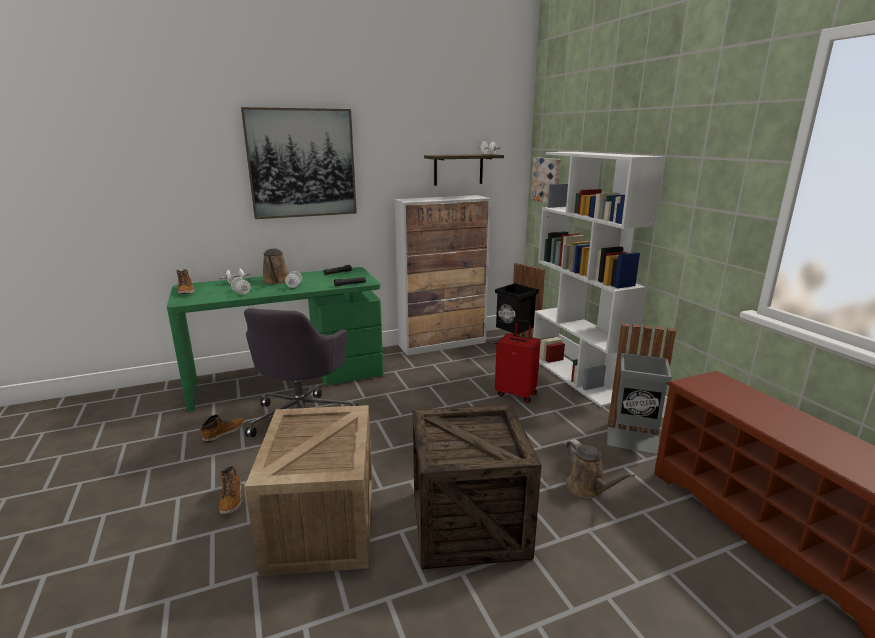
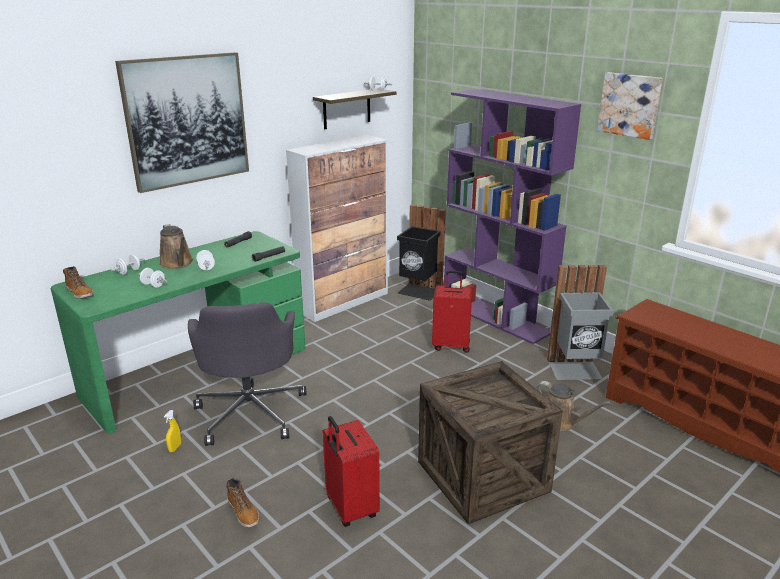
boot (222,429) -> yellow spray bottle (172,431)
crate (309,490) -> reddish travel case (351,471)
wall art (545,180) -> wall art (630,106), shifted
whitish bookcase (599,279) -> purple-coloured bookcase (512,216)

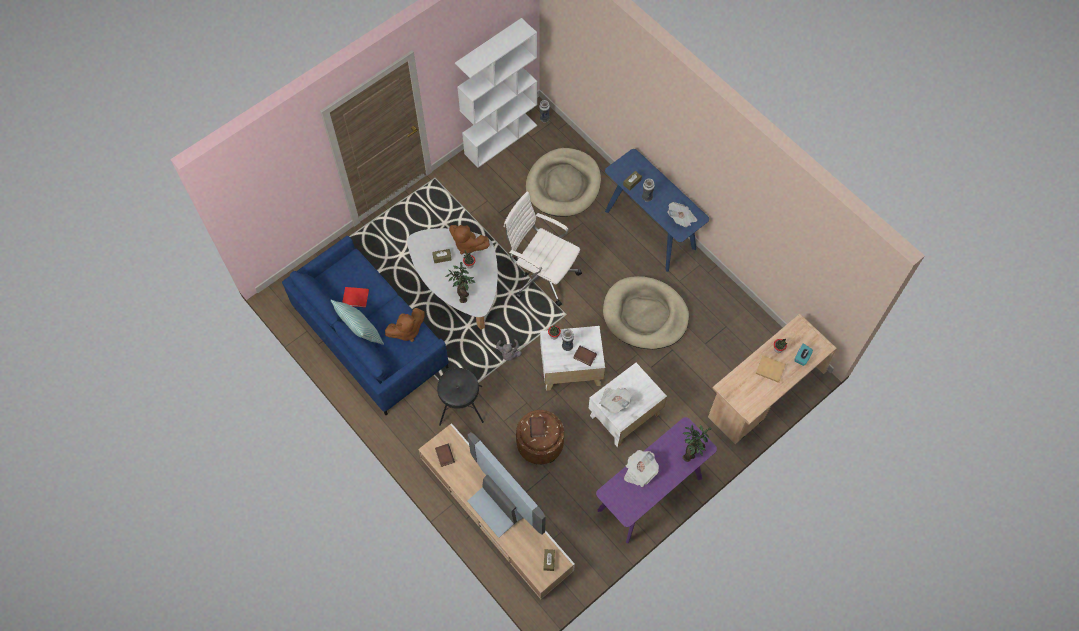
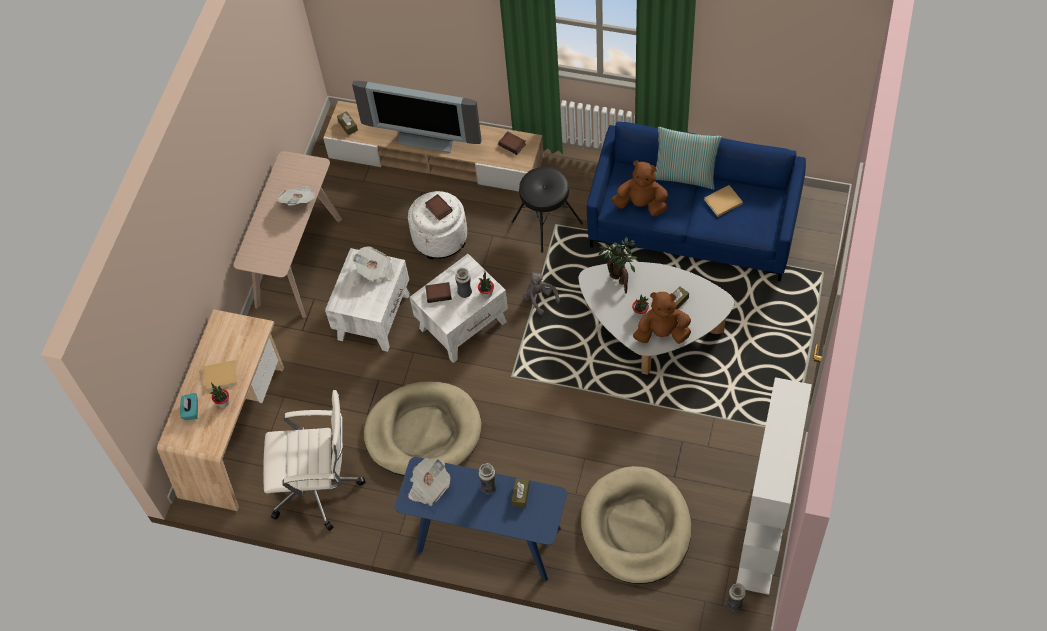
reddish volume (355,297) -> beige-coloured volume (723,201)
brownish plush toy (405,325) -> brownish plush toy (639,188), 75 degrees clockwise
whitish desk chair (543,249) -> whitish desk chair (314,460), shifted
brownish pouffe (540,437) -> whitish pouffe (437,225)
purple-coloured console table (656,480) -> beige-coloured console table (288,234)
plant in a pot (696,443) -> none

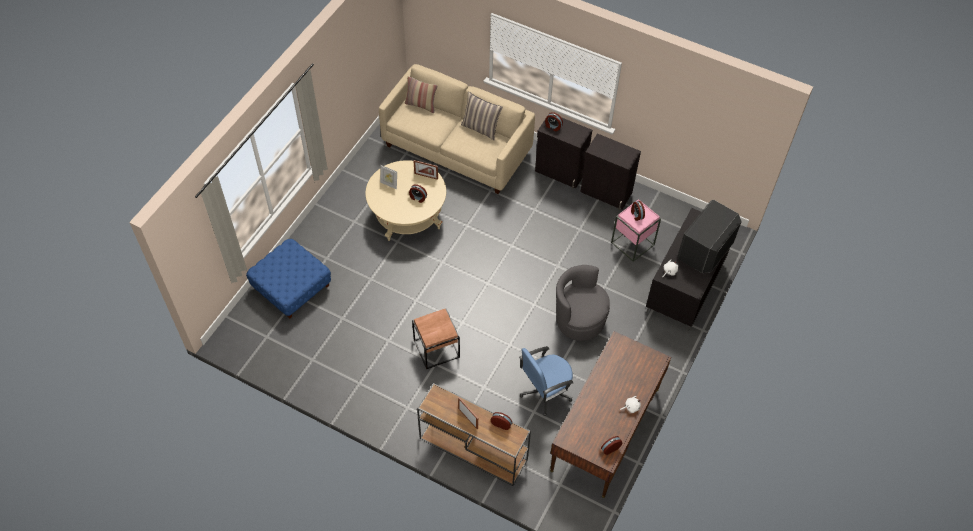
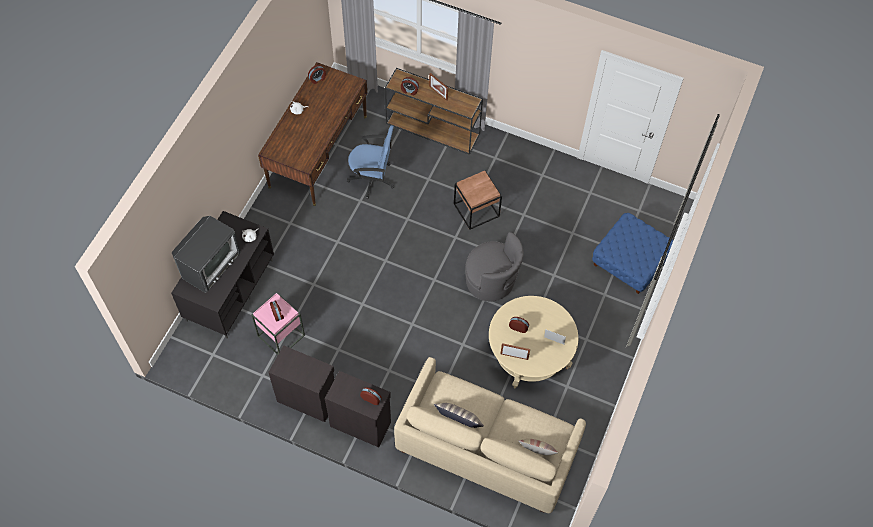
bluish desk chair (546,381) -> bluish desk chair (370,162), 45 degrees clockwise
grey armchair (583,303) -> grey armchair (494,266), shifted

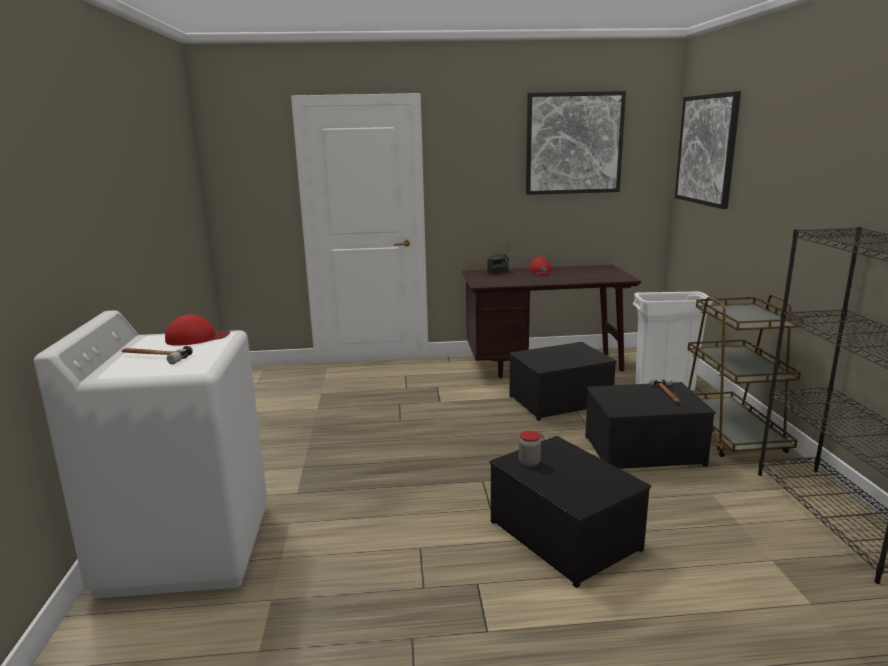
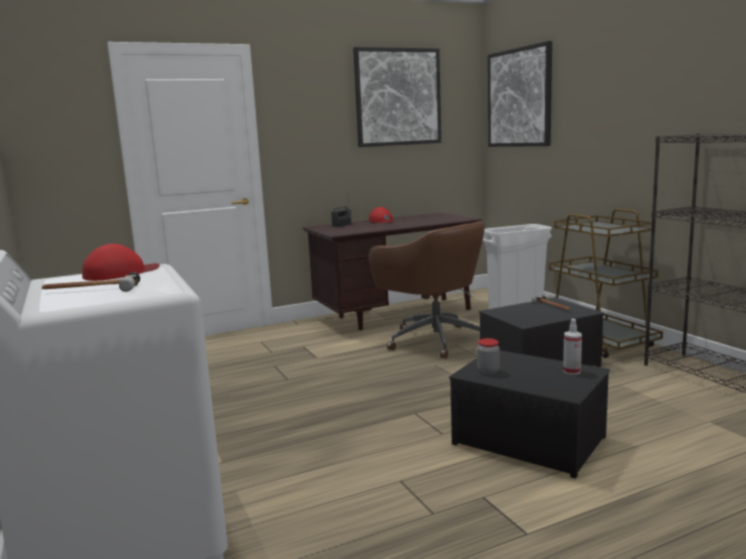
storage container (563,381) -> brownish desk chair (427,290)
none -> spray bottle (572,347)

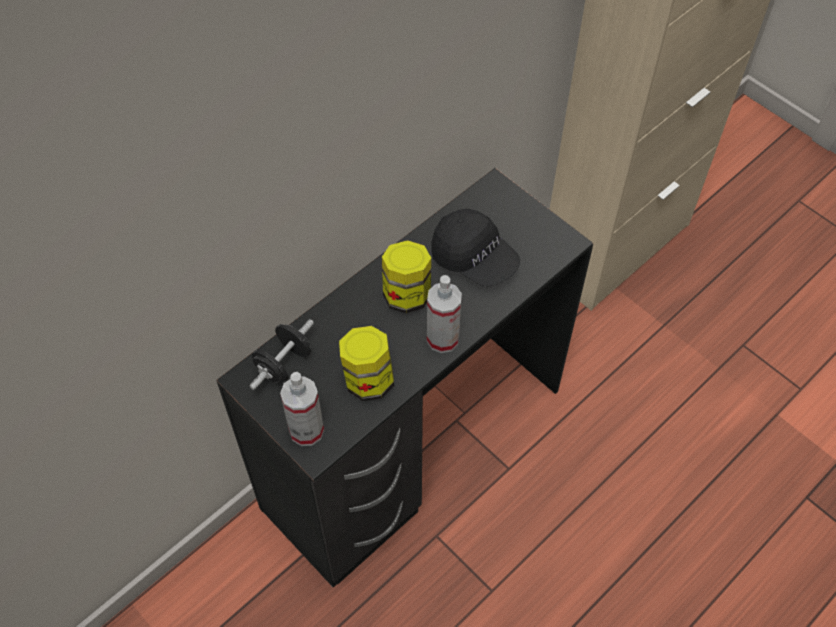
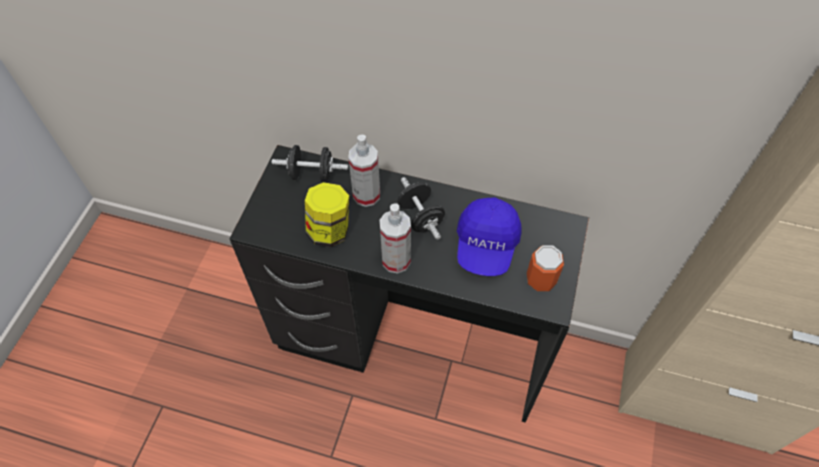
spray bottle (302,409) -> spray bottle (364,171), shifted
jar (406,276) -> black free weight (421,208)
black cap (475,248) -> bluish cap (489,237)
none -> can (545,268)

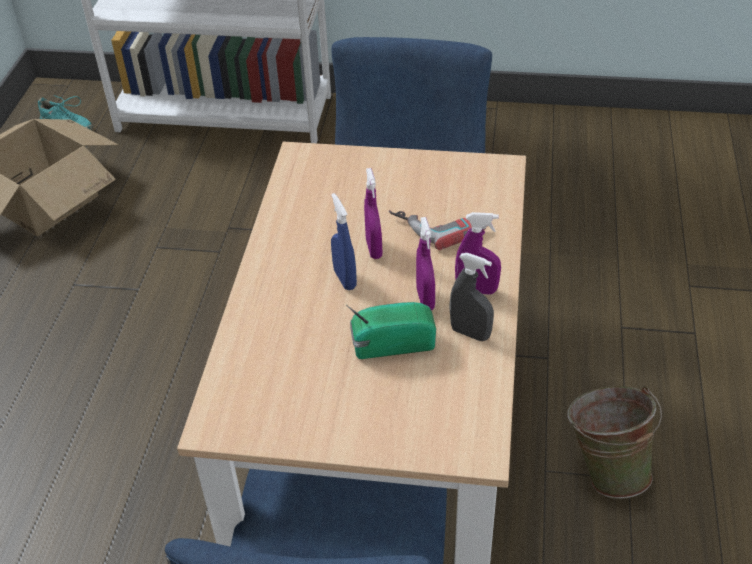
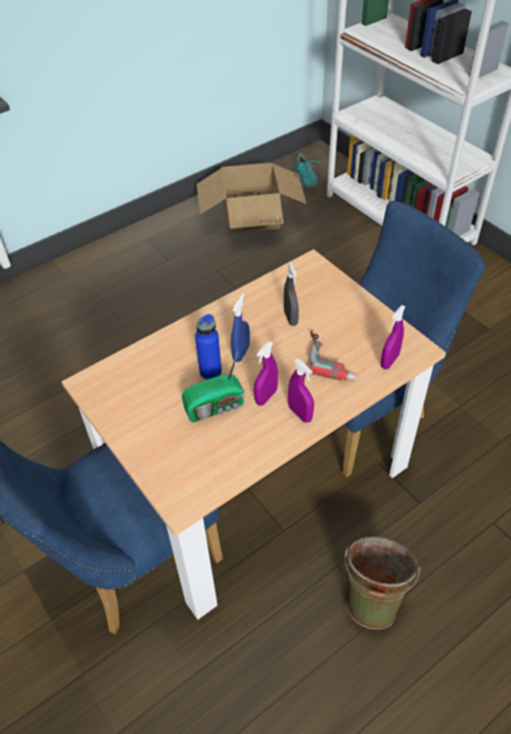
radio set (391,330) -> radio set (213,386), 120 degrees clockwise
purple-coloured spray bottle (373,213) -> purple-coloured spray bottle (393,337), shifted
grey spray bottle (471,297) -> grey spray bottle (291,294), shifted
none -> bluish bottle (208,347)

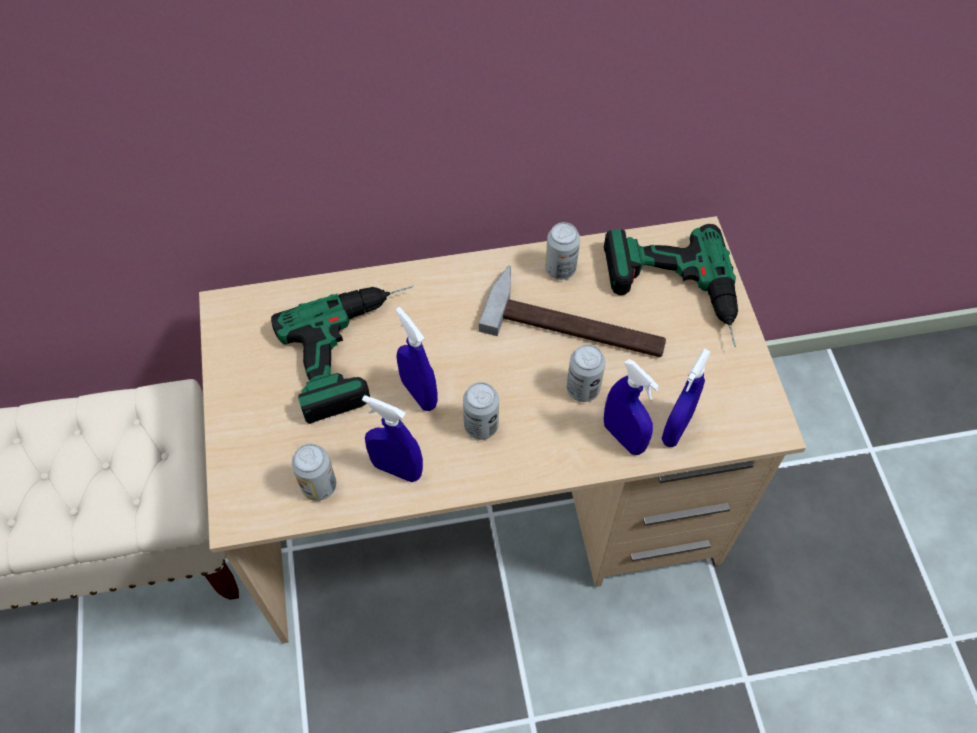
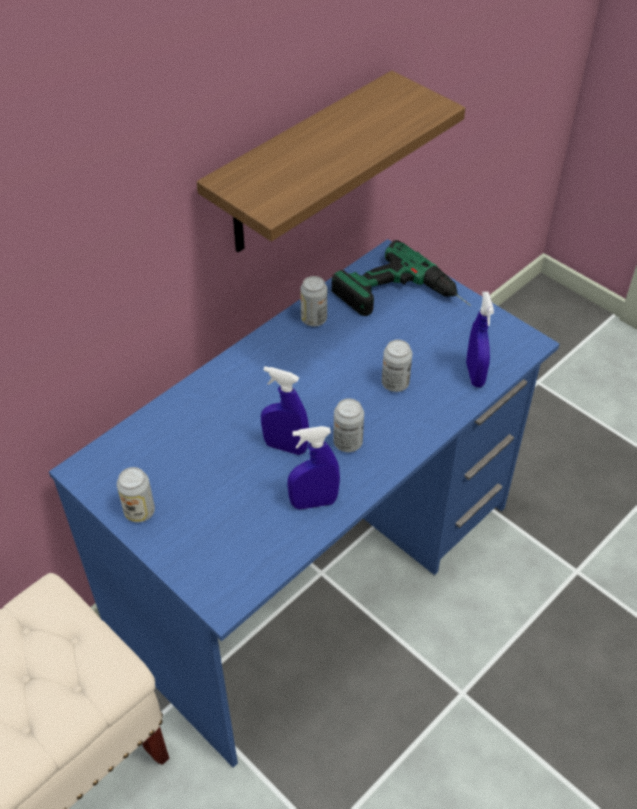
beige-coloured desk unit (502,430) -> bluish desk unit (304,503)
power drill (342,355) -> none
can (314,472) -> can (136,495), shifted
tool hammer (572,311) -> none
bluish spray bottle (632,407) -> none
none -> wall shelf (331,161)

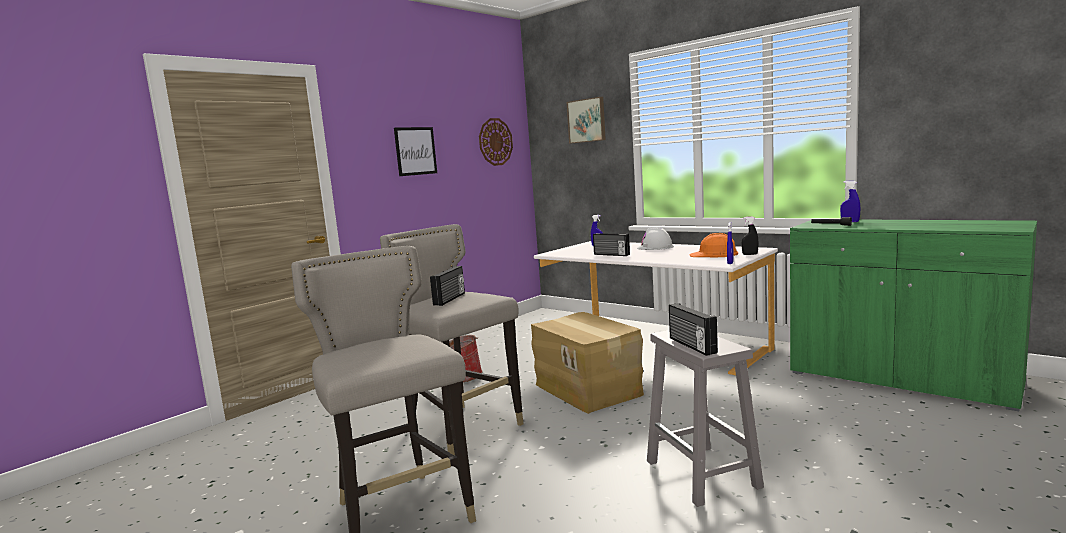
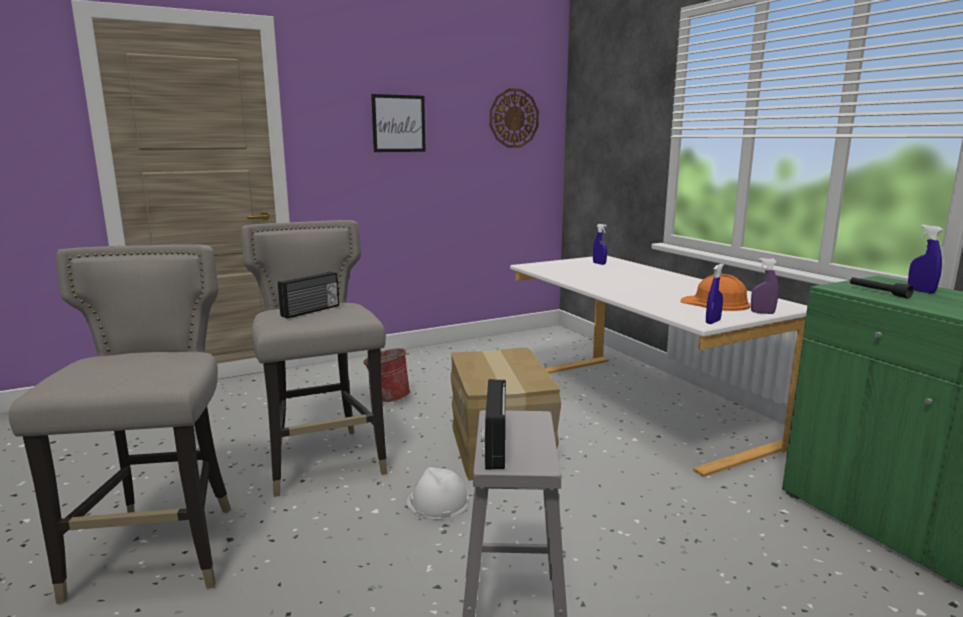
wall art (586,120) -> none
radio set (611,244) -> none
whitish hard hat (655,238) -> whitish hard hat (437,493), shifted
black spray bottle (750,236) -> purple-coloured spray bottle (765,286)

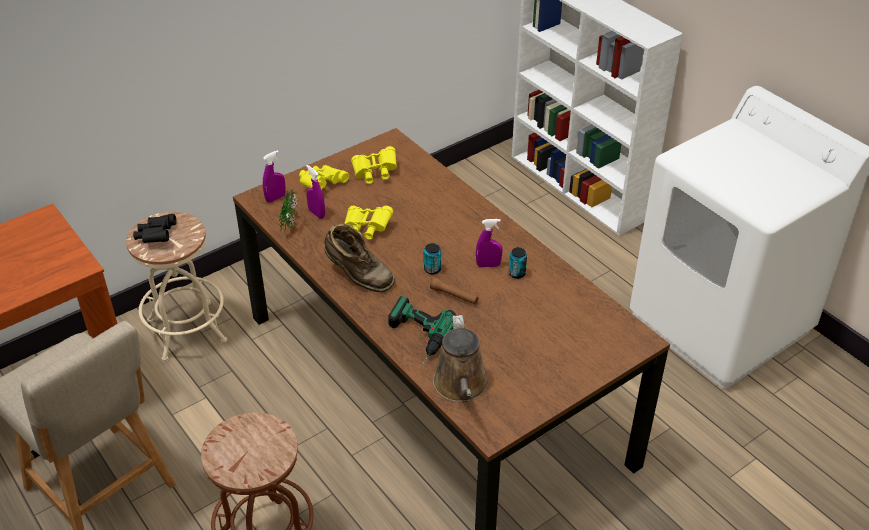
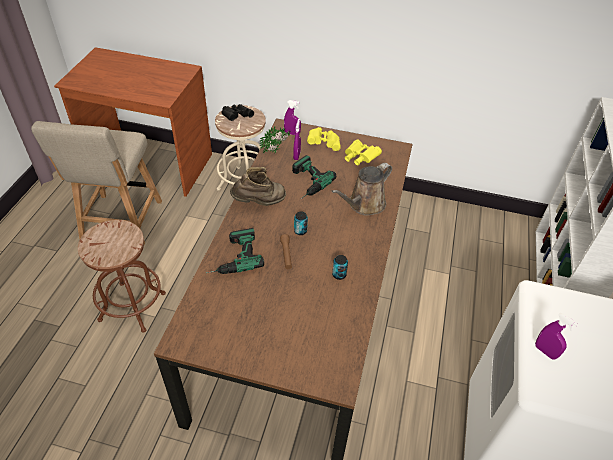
brownish boot (359,258) -> brownish boot (258,186), 105 degrees counterclockwise
yellow field glasses (368,222) -> power drill (314,177)
brownish sprinkling can (461,358) -> brownish sprinkling can (361,189), shifted
purple-coloured spray bottle (489,243) -> purple-coloured spray bottle (556,336), shifted

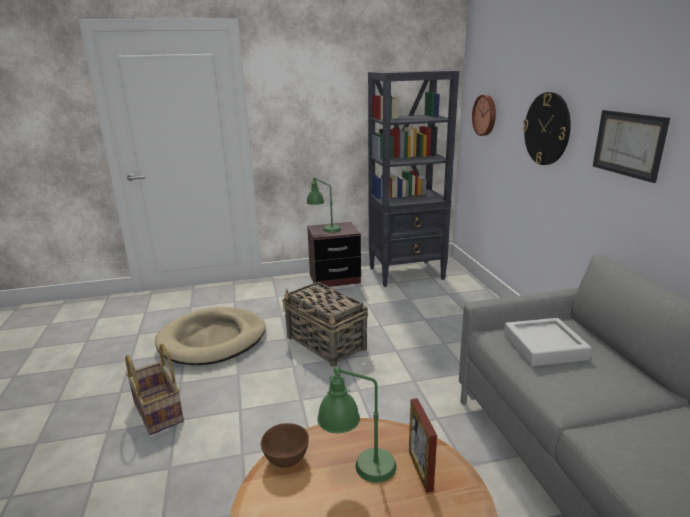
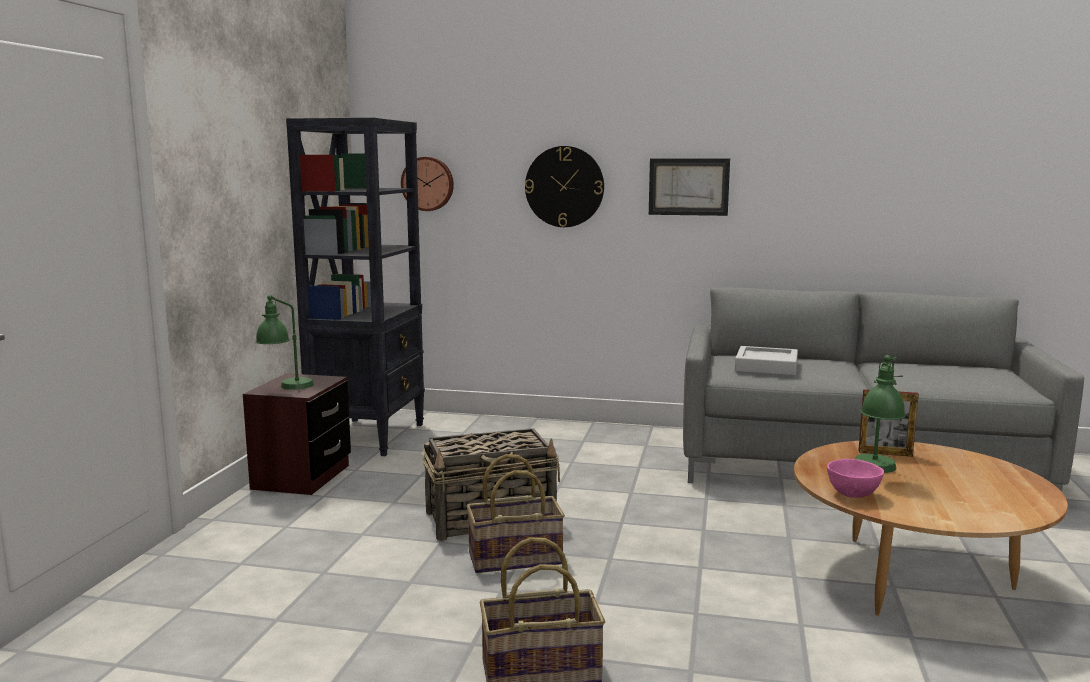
beige-coloured dog cushion (210,336) -> none
brownish serving bowl (285,445) -> pink serving bowl (855,478)
none -> storage basket (516,513)

